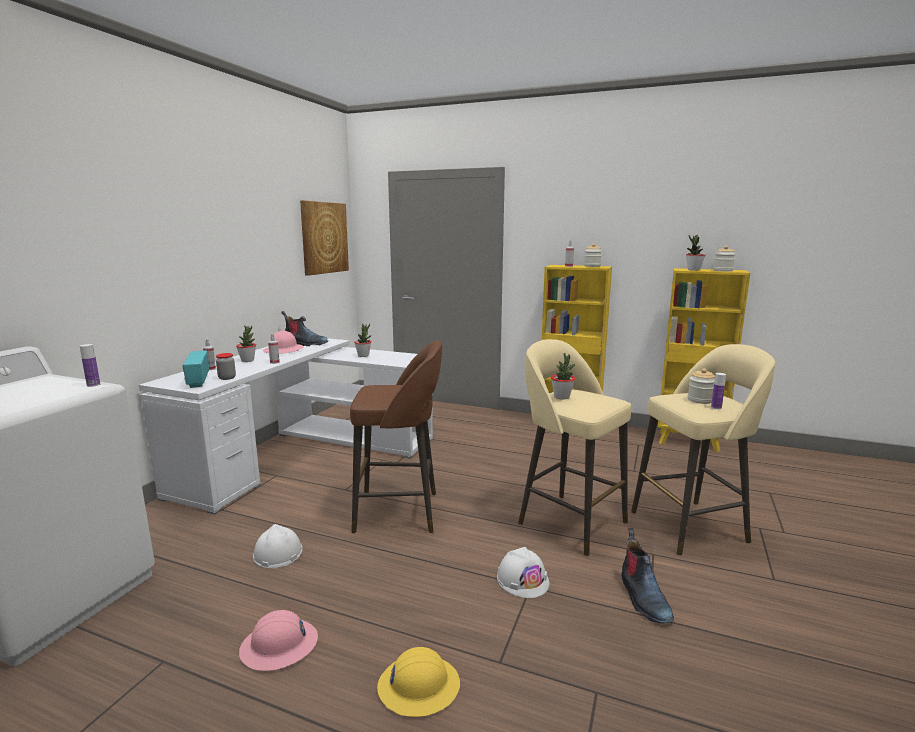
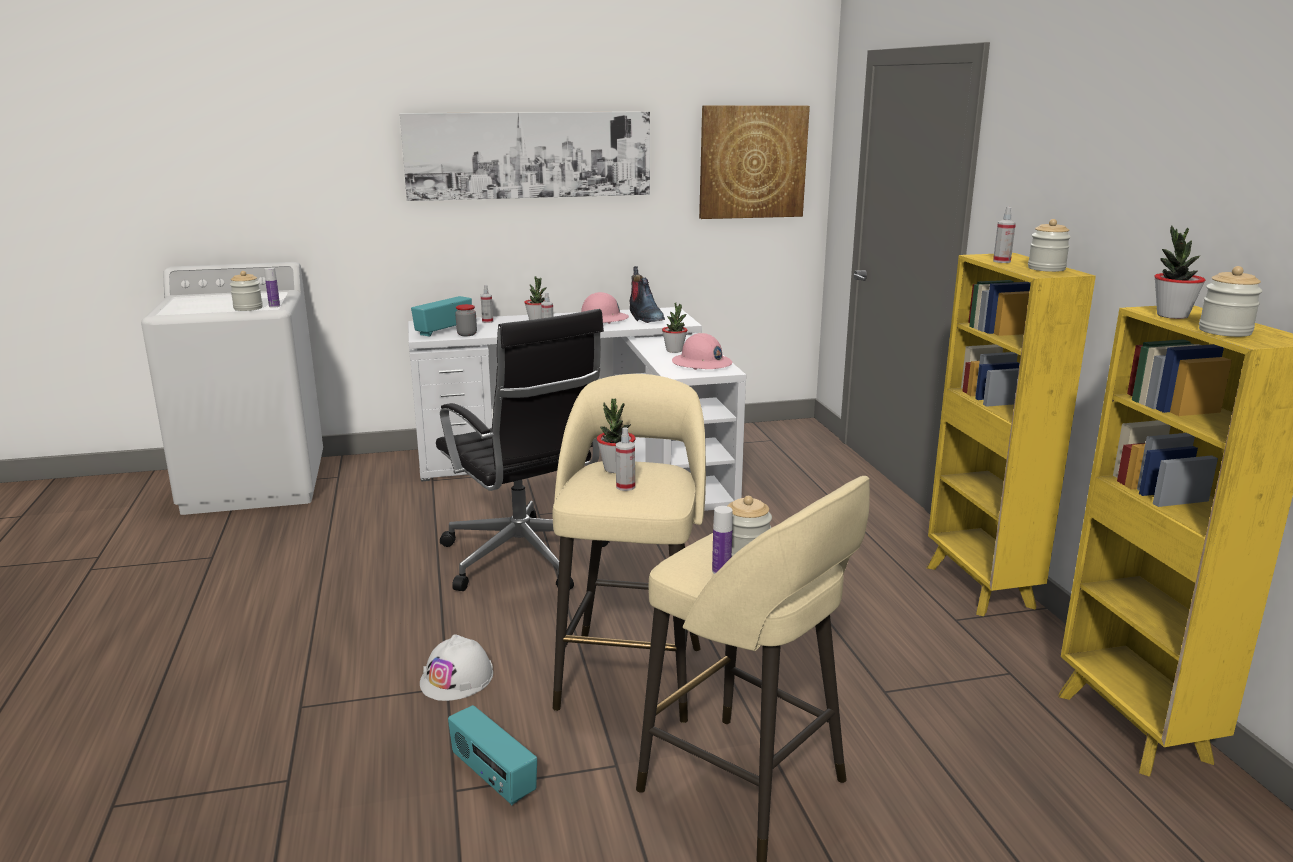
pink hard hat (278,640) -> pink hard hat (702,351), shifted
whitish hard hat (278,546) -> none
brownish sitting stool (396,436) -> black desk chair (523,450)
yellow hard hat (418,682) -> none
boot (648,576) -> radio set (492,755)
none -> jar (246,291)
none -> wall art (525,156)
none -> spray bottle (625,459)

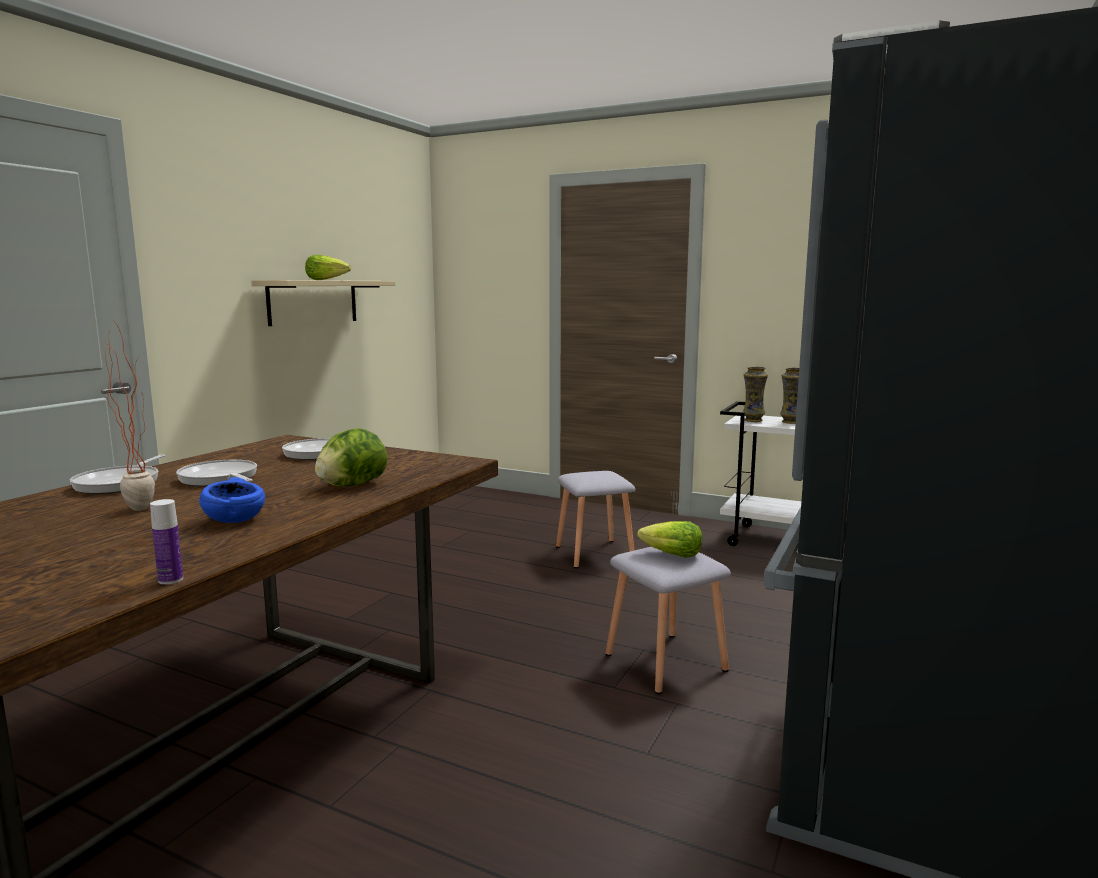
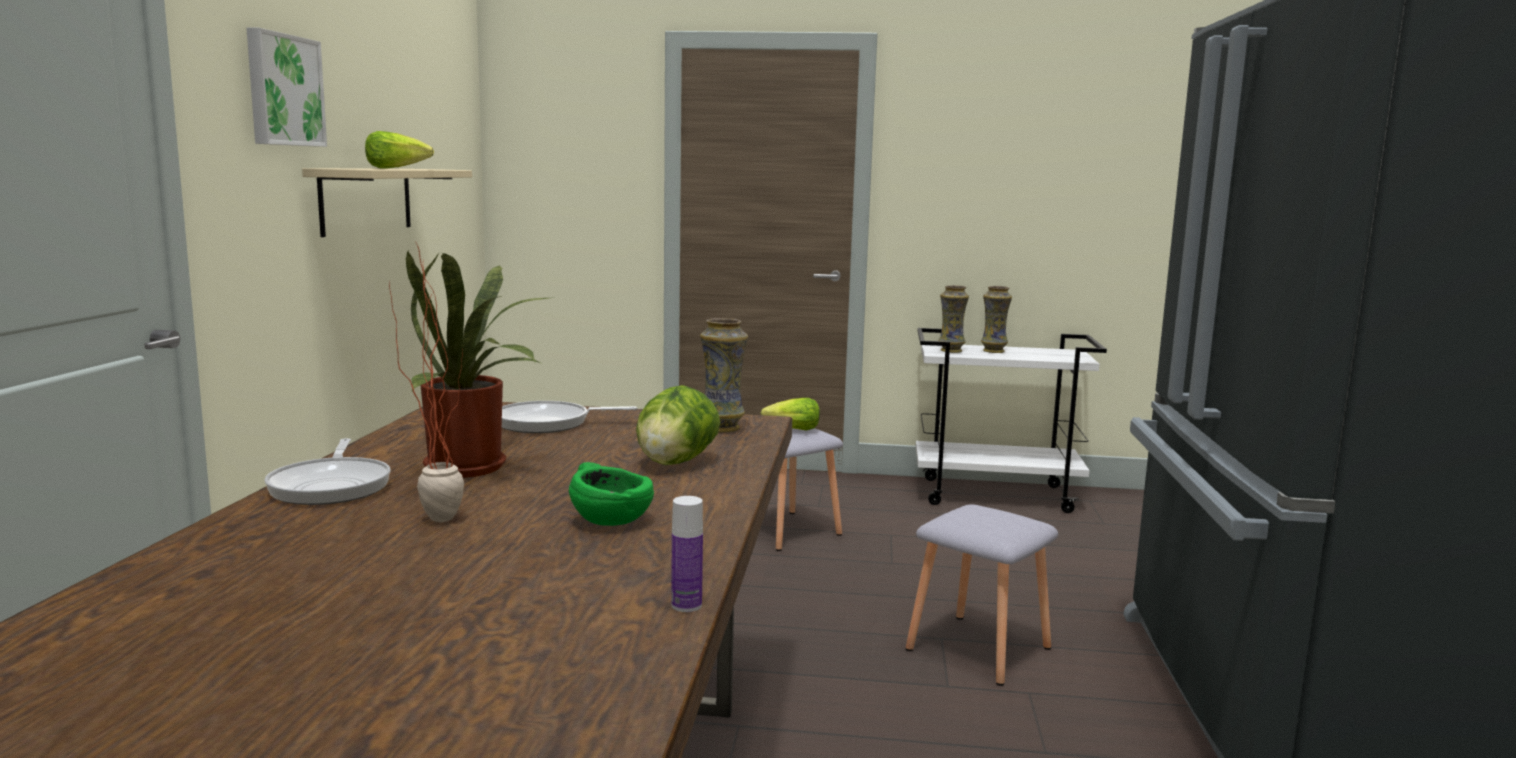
frying pan (216,473) -> plant in a pot (477,364)
bluish serving bowl (232,500) -> green serving bowl (611,494)
lettuce head (670,539) -> lettuce head (790,414), shifted
none -> wall art (286,87)
none -> decorative vase (724,375)

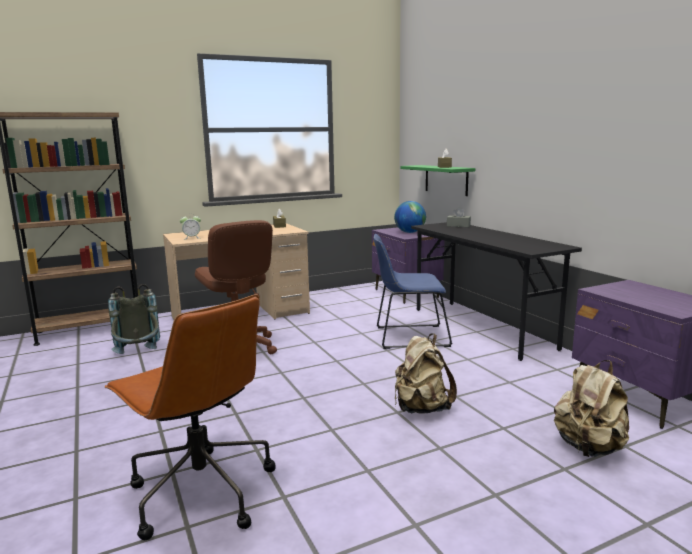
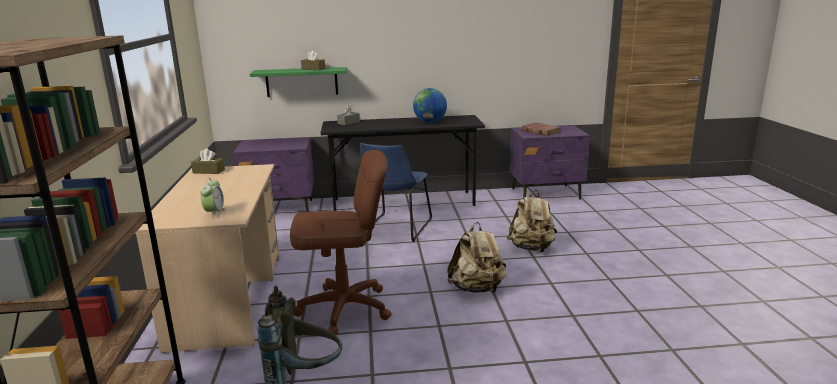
brownish desk chair (190,417) -> none
world globe (410,217) -> world globe (430,105), shifted
beige-coloured backpack (591,408) -> beige-coloured backpack (477,257), shifted
none -> brownish volume (541,129)

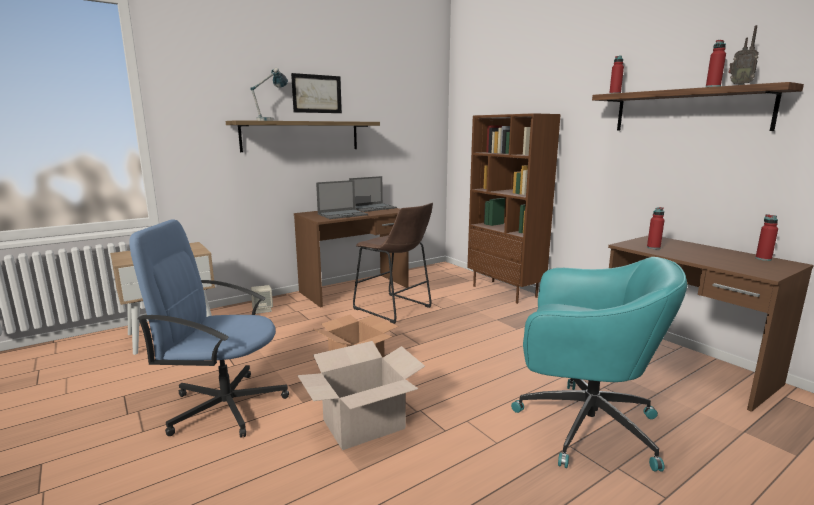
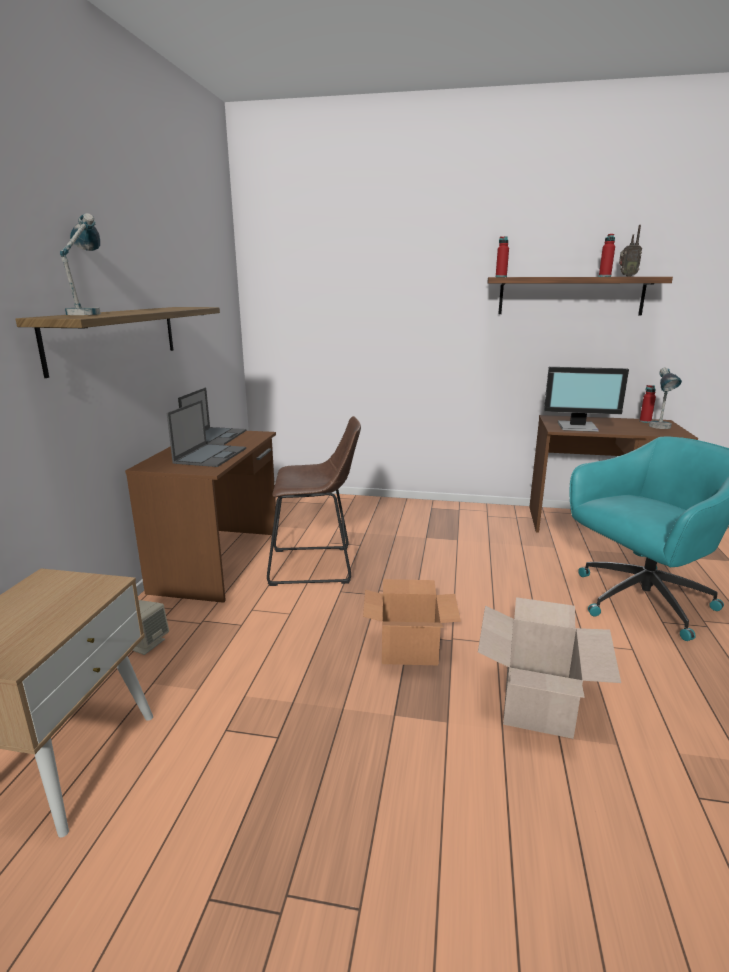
bluish desk chair (209,328) -> none
wall art (316,93) -> none
brownish bookcase (514,208) -> none
reddish bottle (655,228) -> computer screen (586,399)
none -> lamp for a table (665,398)

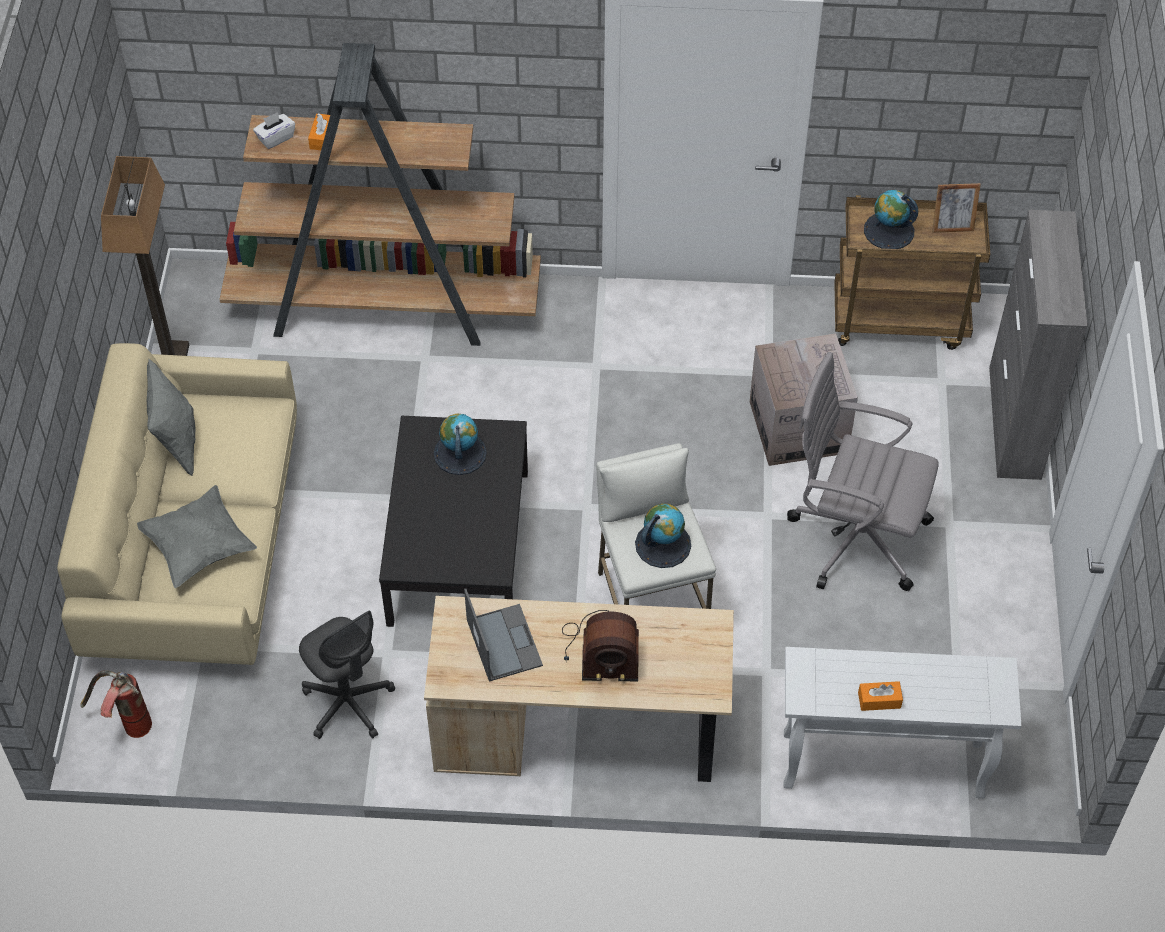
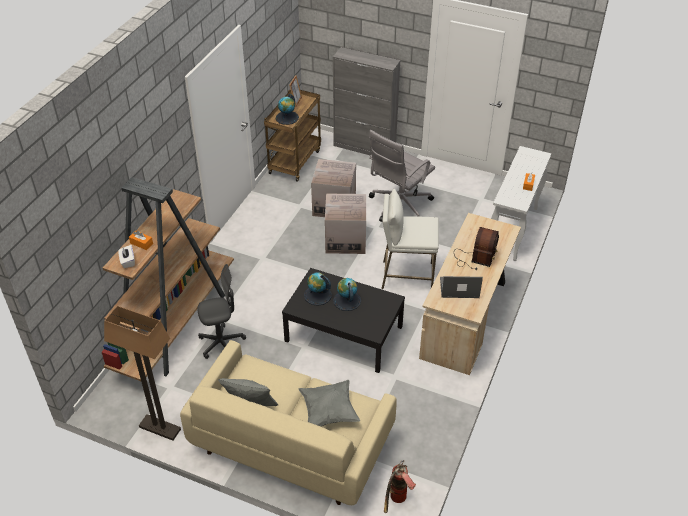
grey desk chair (347,674) -> grey desk chair (221,311), shifted
world globe (663,535) -> world globe (347,294), shifted
none -> carton (345,223)

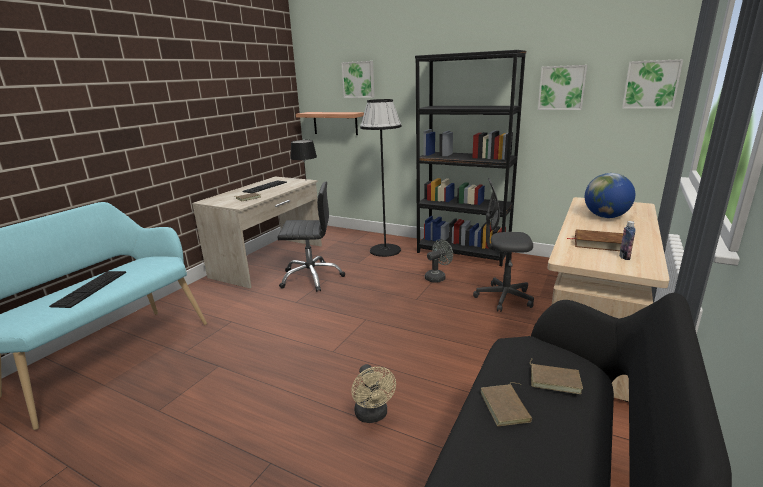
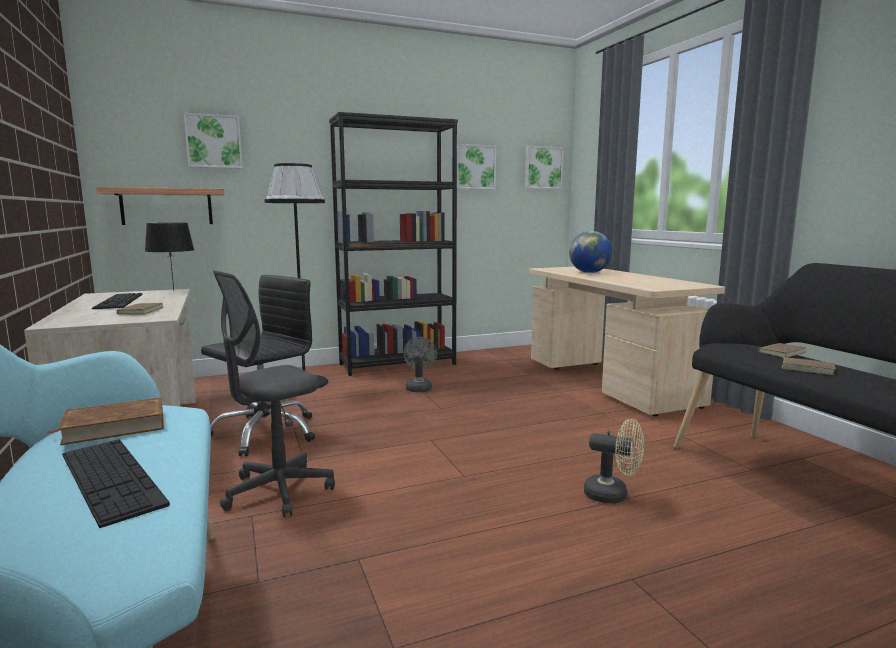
grey desk chair (503,245) -> grey desk chair (274,393), shifted
brownish volume (595,240) -> brownish volume (105,421), shifted
bottle (627,240) -> none

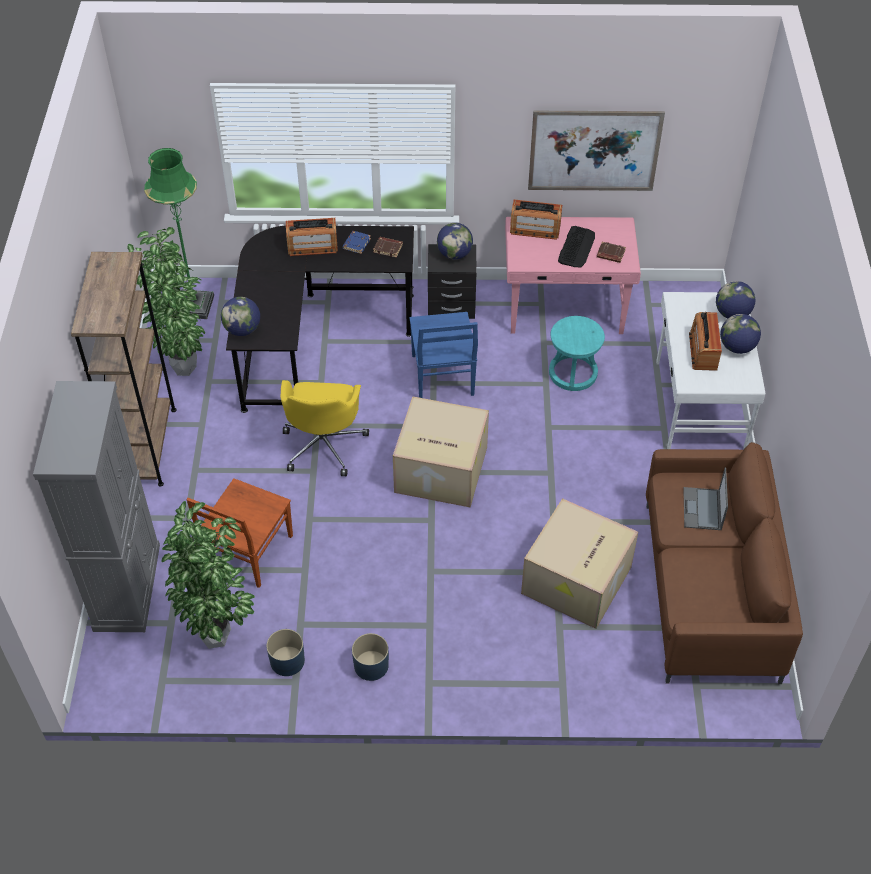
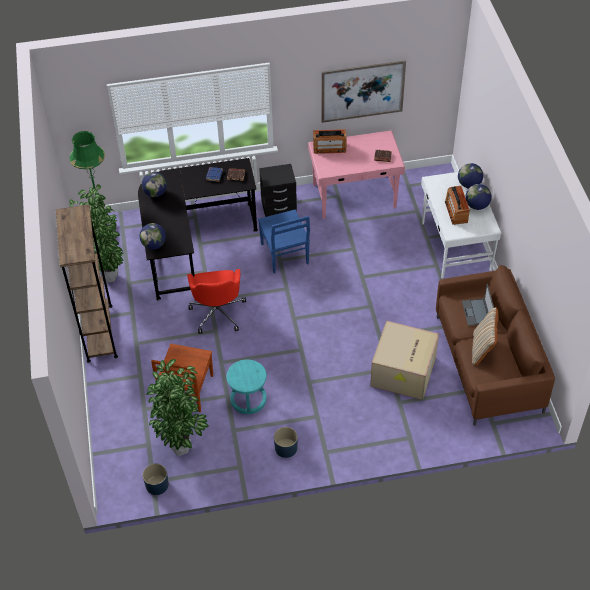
grey storage cabinet (96,506) -> none
bluish planter (285,652) -> bluish planter (156,479), shifted
yellow desk chair (324,428) -> reddish desk chair (216,301)
radio set (312,237) -> none
carton (441,451) -> none
world globe (455,241) -> world globe (154,184), shifted
turquoise sitting stool (577,353) -> turquoise sitting stool (246,386), shifted
keyboard (576,246) -> none
none -> beige-coloured throw pillow (485,336)

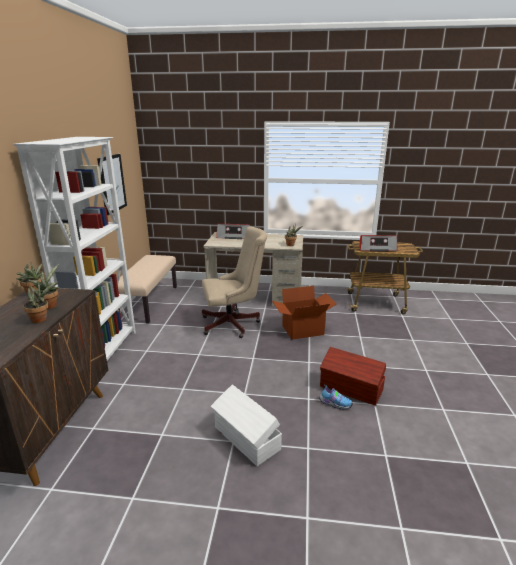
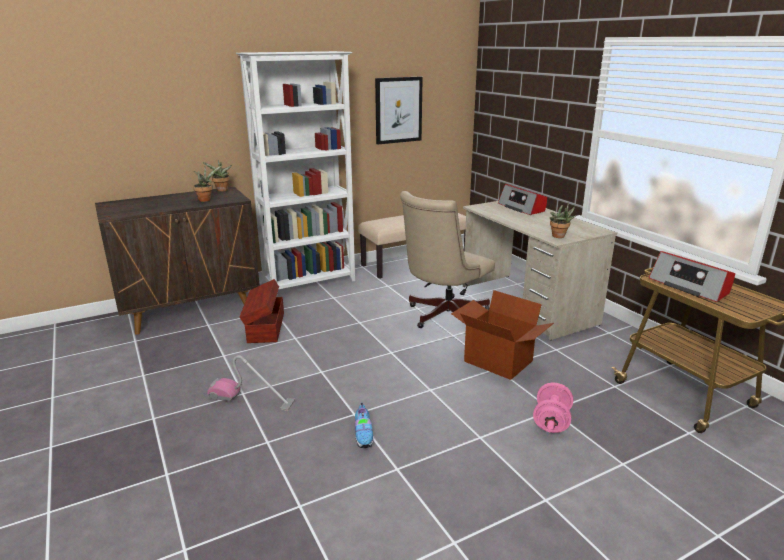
plant in a pot (40,302) -> none
beige-coloured desk chair (234,282) -> beige-coloured desk chair (447,259), 90 degrees clockwise
whitish storage container (246,425) -> hoover (251,383)
brownish storage container (353,376) -> brownish storage container (262,311), shifted
none -> pink free weight (553,408)

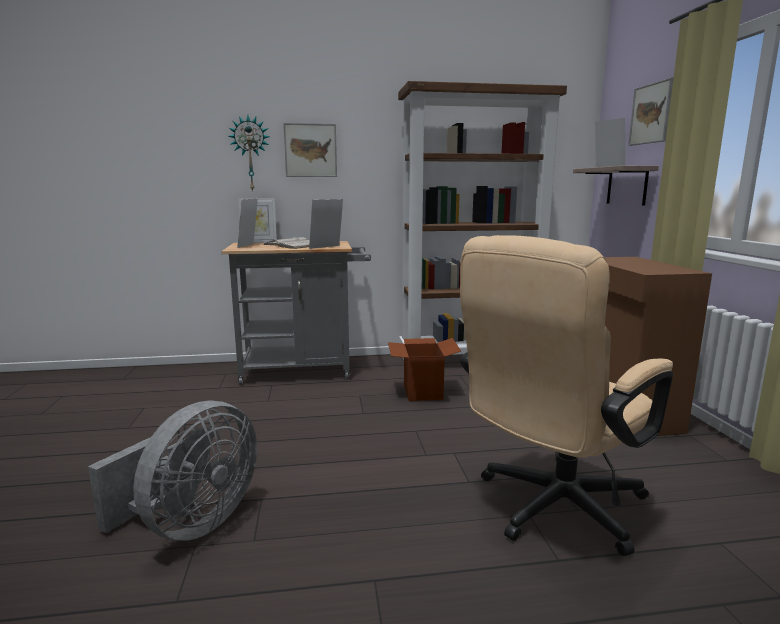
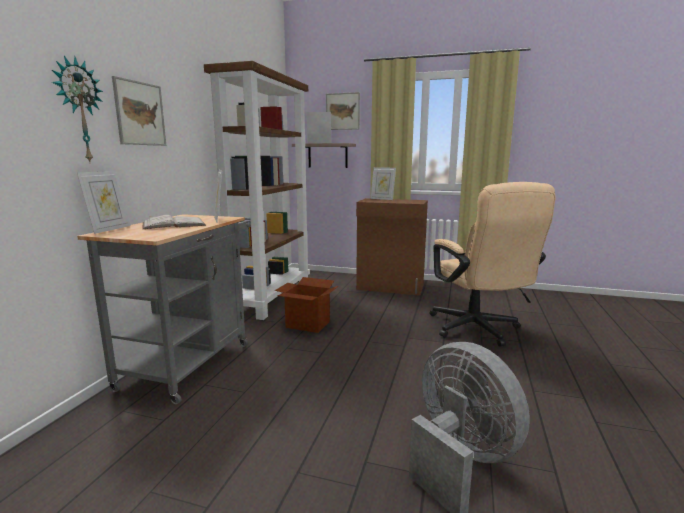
photo frame (247,223) -> photo frame (383,183), shifted

